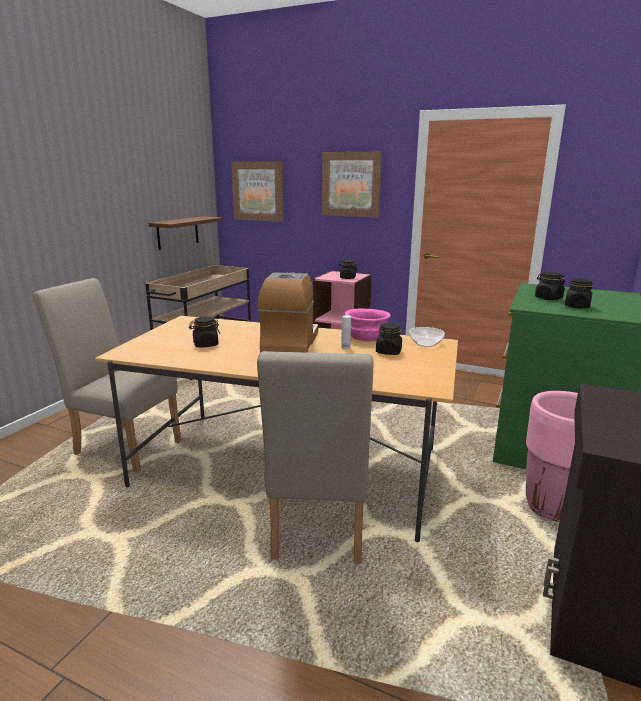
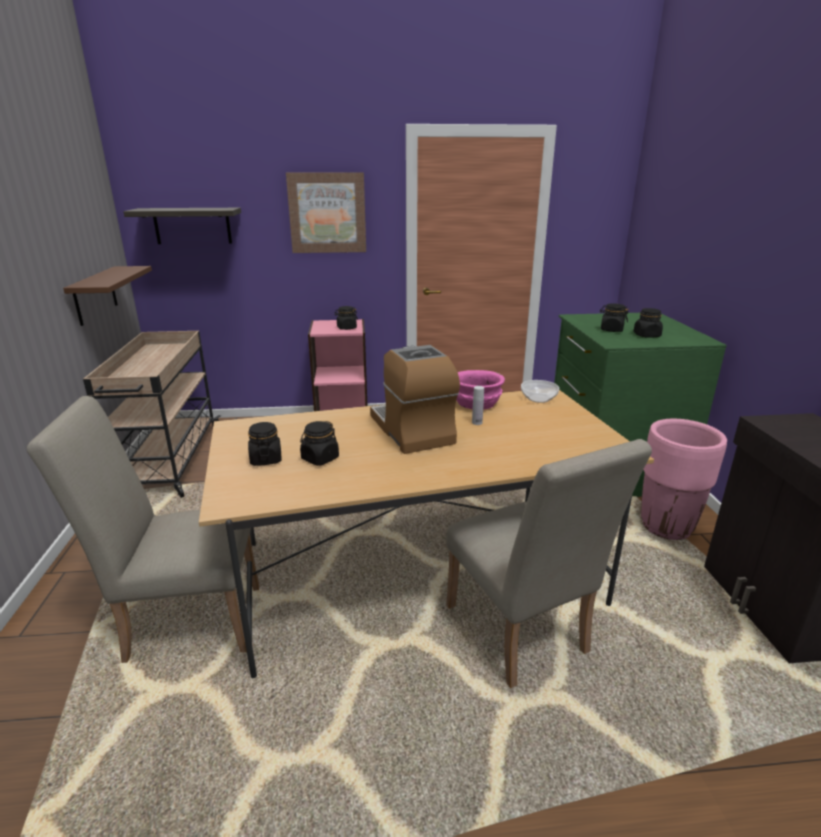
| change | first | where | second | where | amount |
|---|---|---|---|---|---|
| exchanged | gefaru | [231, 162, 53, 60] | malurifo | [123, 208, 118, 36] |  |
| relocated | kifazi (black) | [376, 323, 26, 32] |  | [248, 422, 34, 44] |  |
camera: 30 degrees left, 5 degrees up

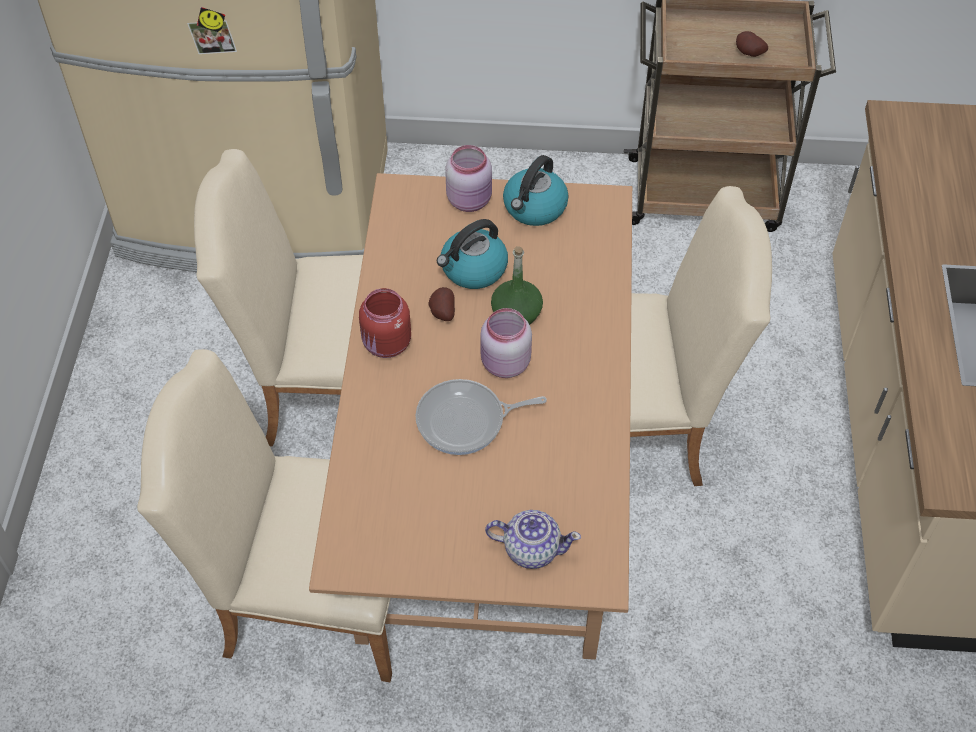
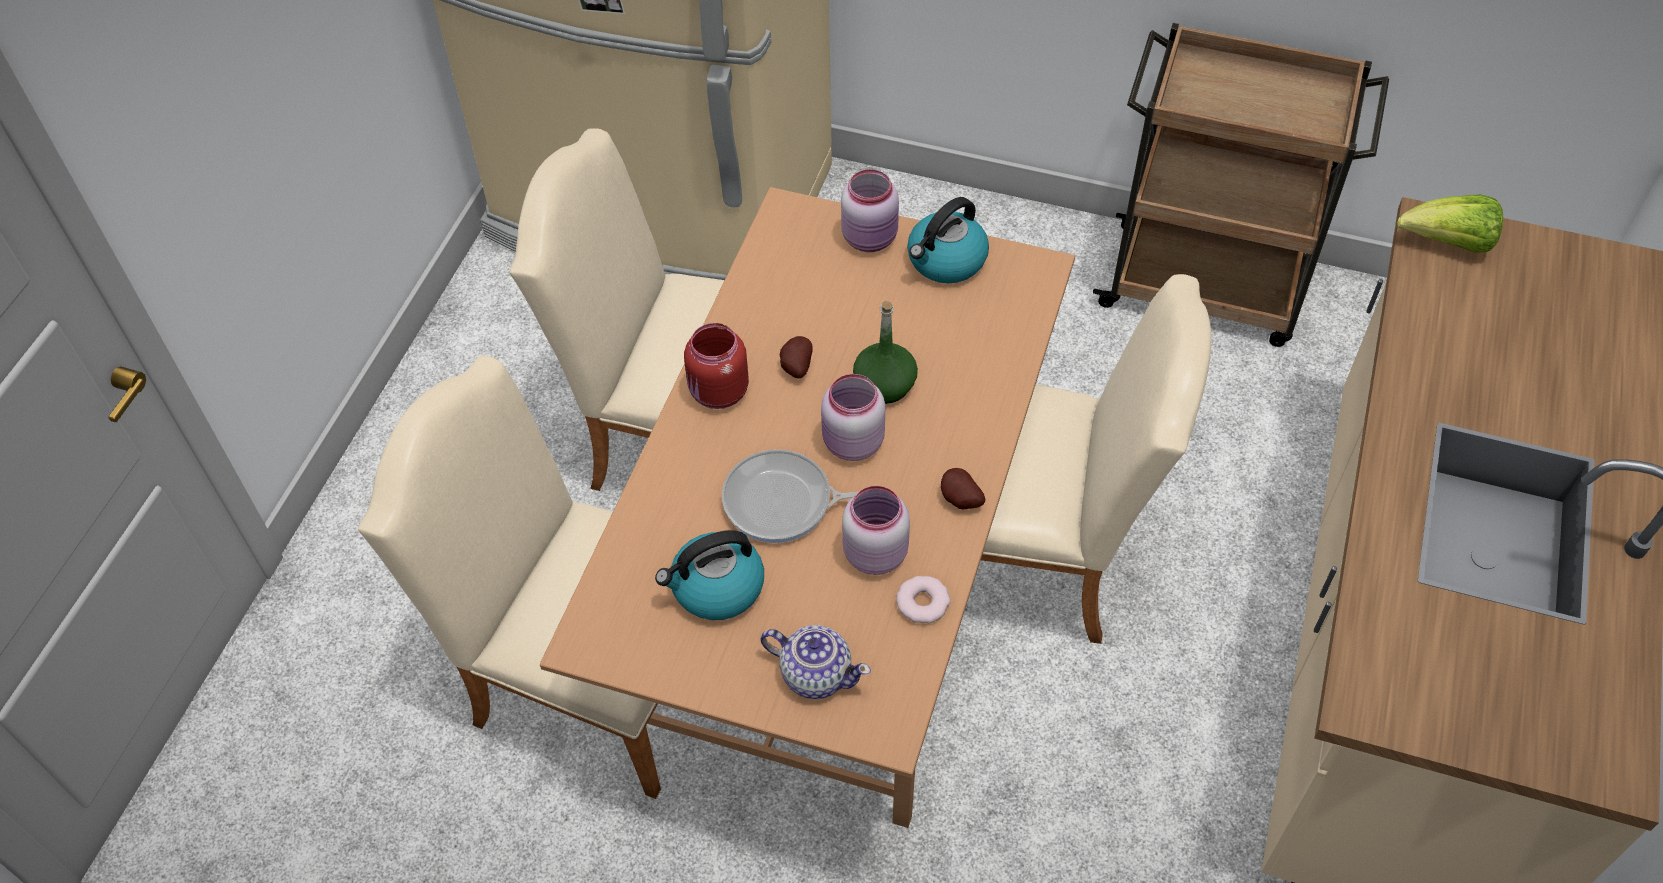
| change | first | where | second | where | amount |
|---|---|---|---|---|---|
| relocated | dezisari | [437, 219, 71, 70] |  | [655, 530, 109, 90] |  |
| relocated | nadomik | [736, 31, 32, 26] |  | [941, 468, 44, 41] |  |
| appeared |  |  | kifazi (pink) | [842, 486, 68, 89] |  |
| appeared |  |  | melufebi | [896, 576, 55, 47] |  |
| appeared |  |  | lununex | [1397, 194, 106, 59] |  |
camera: 15 degrees right, 0 degrees up

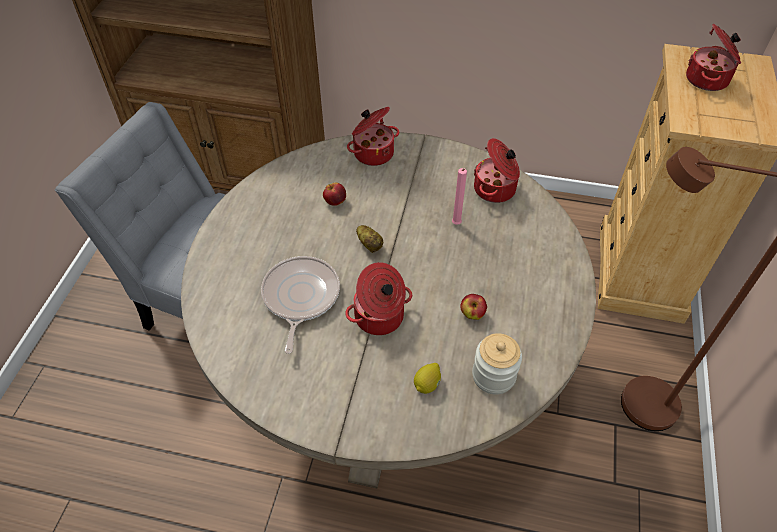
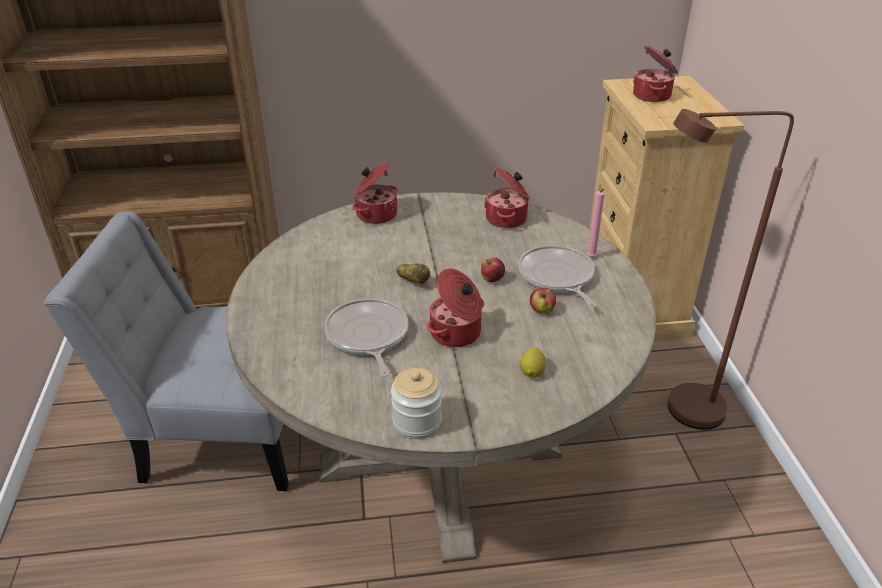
| change | first | where | second | where | amount |
|---|---|---|---|---|---|
| relocated | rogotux | [323, 183, 23, 23] |  | [481, 257, 24, 25] |  |
| relocated | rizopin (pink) | [452, 168, 15, 57] |  | [587, 189, 18, 68] |  |
| relocated | kifazi | [472, 333, 50, 61] |  | [391, 368, 51, 71] |  |
| appeared |  |  | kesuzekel | [518, 245, 78, 62] |  |
camera: 20 degrees left, 15 degrees down

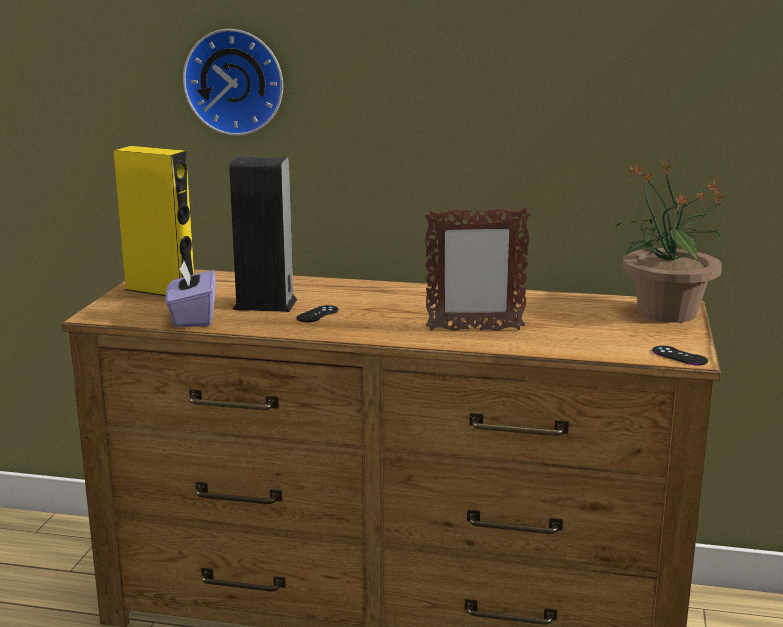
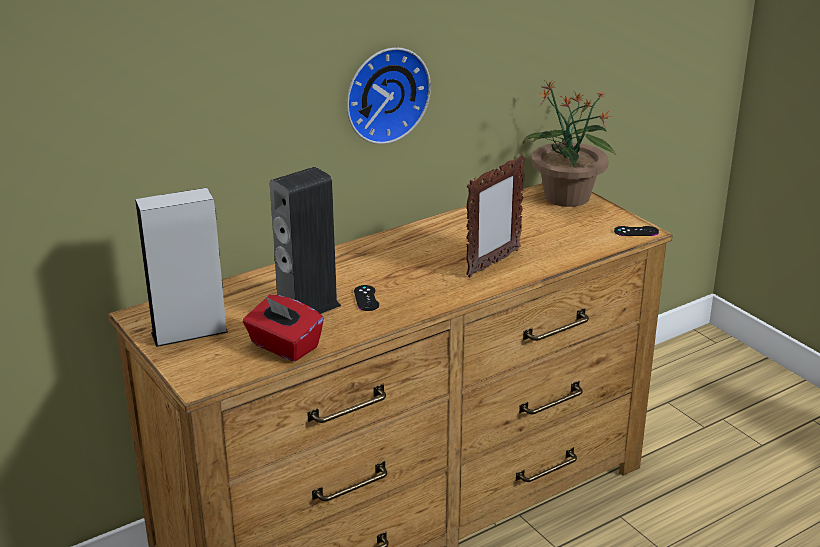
| change | first | where | second | where | amount |
|---|---|---|---|---|---|
| colour | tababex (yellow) | [114, 146, 80, 150] | tababex (grey) | [135, 188, 93, 159] |  |
| colour | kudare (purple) | [166, 260, 50, 67] | kudare (red) | [243, 295, 81, 67] |  |
| relocated | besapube | [183, 29, 100, 107] |  | [346, 47, 85, 97] |  |
camera: 45 degrees left, 10 degrees up

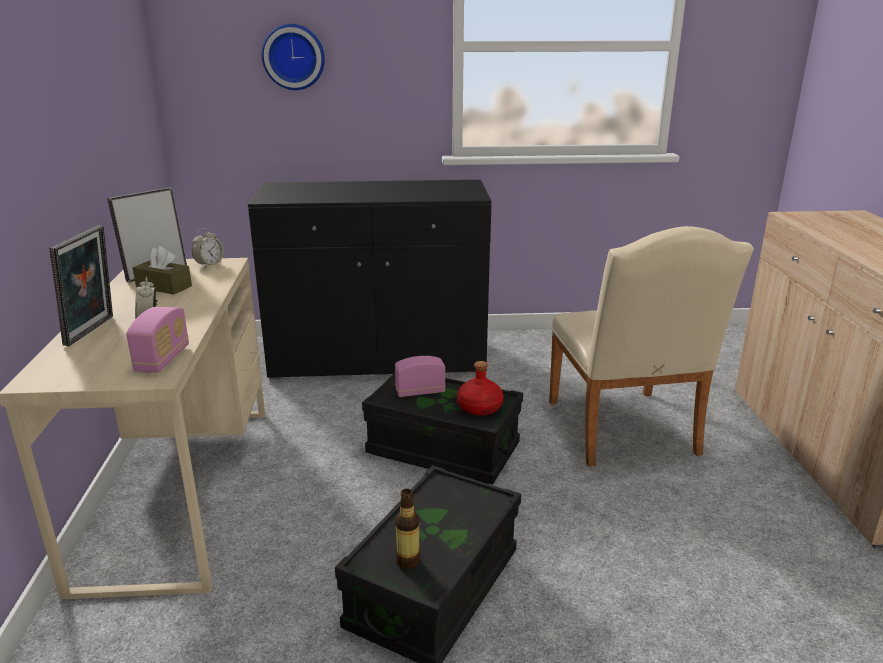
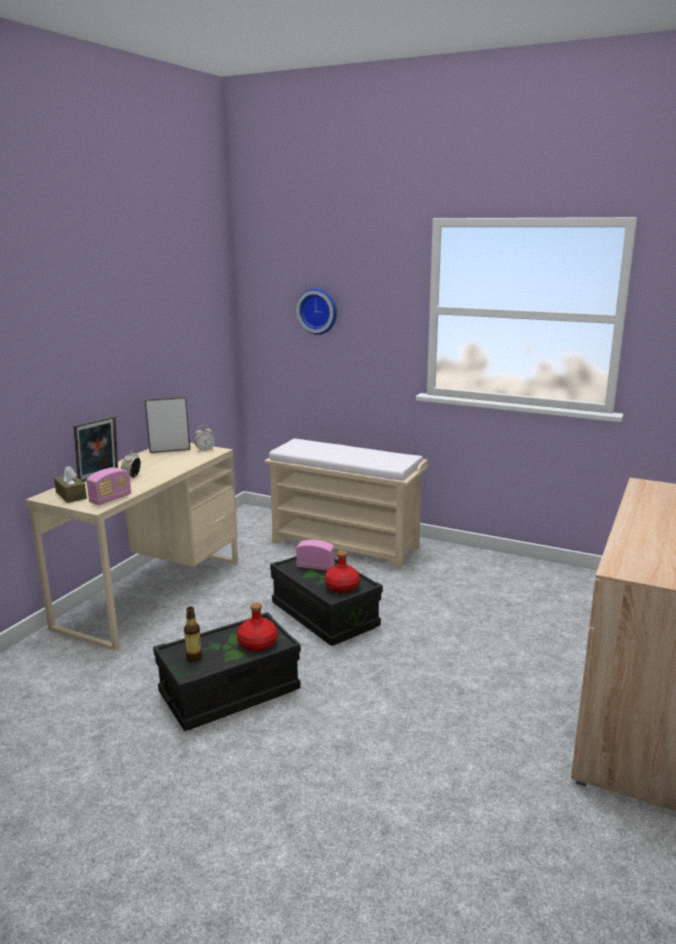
| change | first | where | second | where | amount |
|---|---|---|---|---|---|
| relocated | kudare (brown) | [133, 246, 59, 49] |  | [54, 466, 33, 37] |  |
| exchanged | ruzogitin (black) | [248, 180, 243, 199] | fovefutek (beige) | [264, 438, 164, 131] |  |
| missing | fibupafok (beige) | [549, 226, 205, 241] |  |  |  |
| appeared |  |  | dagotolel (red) | [237, 603, 41, 48] |  |
camera: 30 degrees right, 5 degrees down

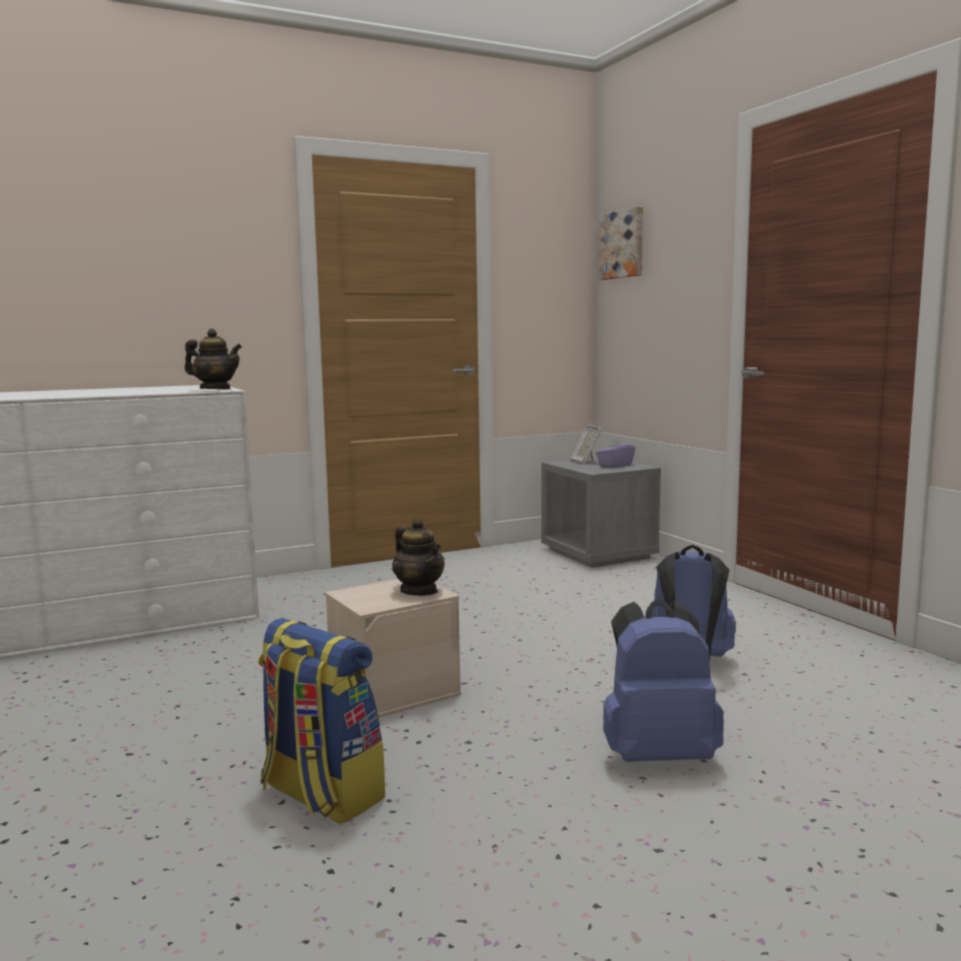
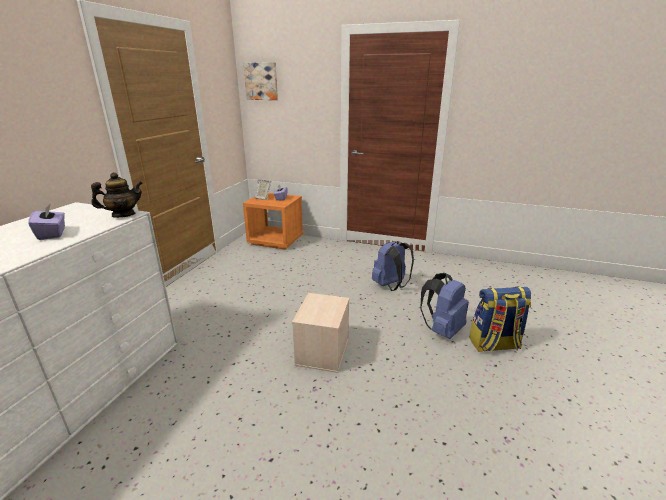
| change | first | where | second | where | amount |
|---|---|---|---|---|---|
| relocated | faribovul | [258, 618, 127, 206] |  | [469, 287, 62, 66] |  |
| missing | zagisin | [392, 518, 53, 78] |  |  |  |
| colour | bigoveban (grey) | [541, 457, 120, 111] | bigoveban (orange) | [243, 193, 60, 57] |  |
| appeared |  |  | kudare (purple) | [28, 203, 37, 37] |  |
camera: 45 degrees left, 15 degrees up

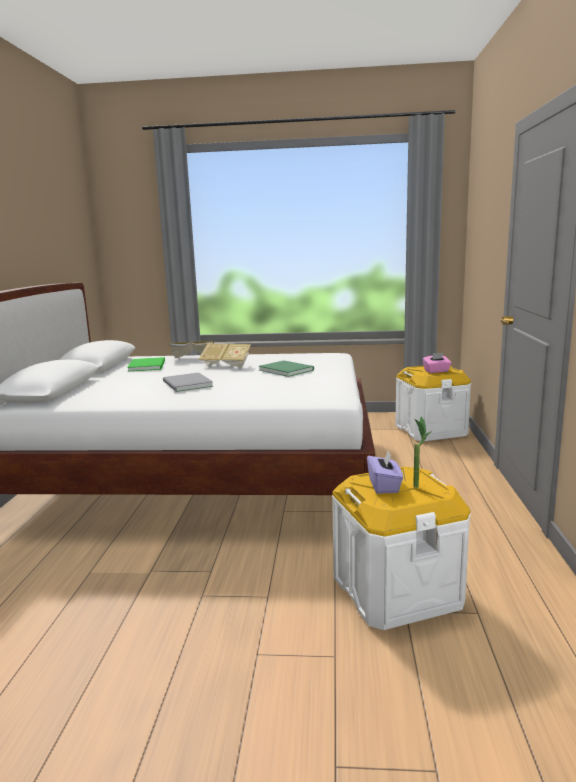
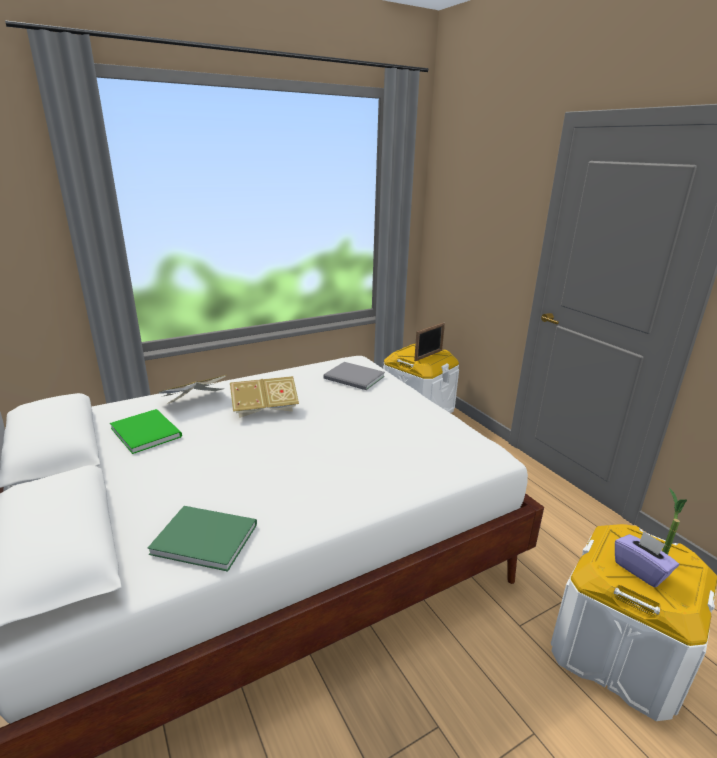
| change | first | where | second | where | amount |
|---|---|---|---|---|---|
| relocated | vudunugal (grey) | [163, 373, 50, 19] |  | [323, 362, 62, 28] |  |
| relocated | vudunugal (green) | [259, 360, 55, 17] |  | [148, 506, 109, 66] |  |
| exchanged | kudare (pink) | [422, 353, 29, 20] | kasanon | [414, 322, 31, 39] |  |
camera: 35 degrees left, 10 degrees up

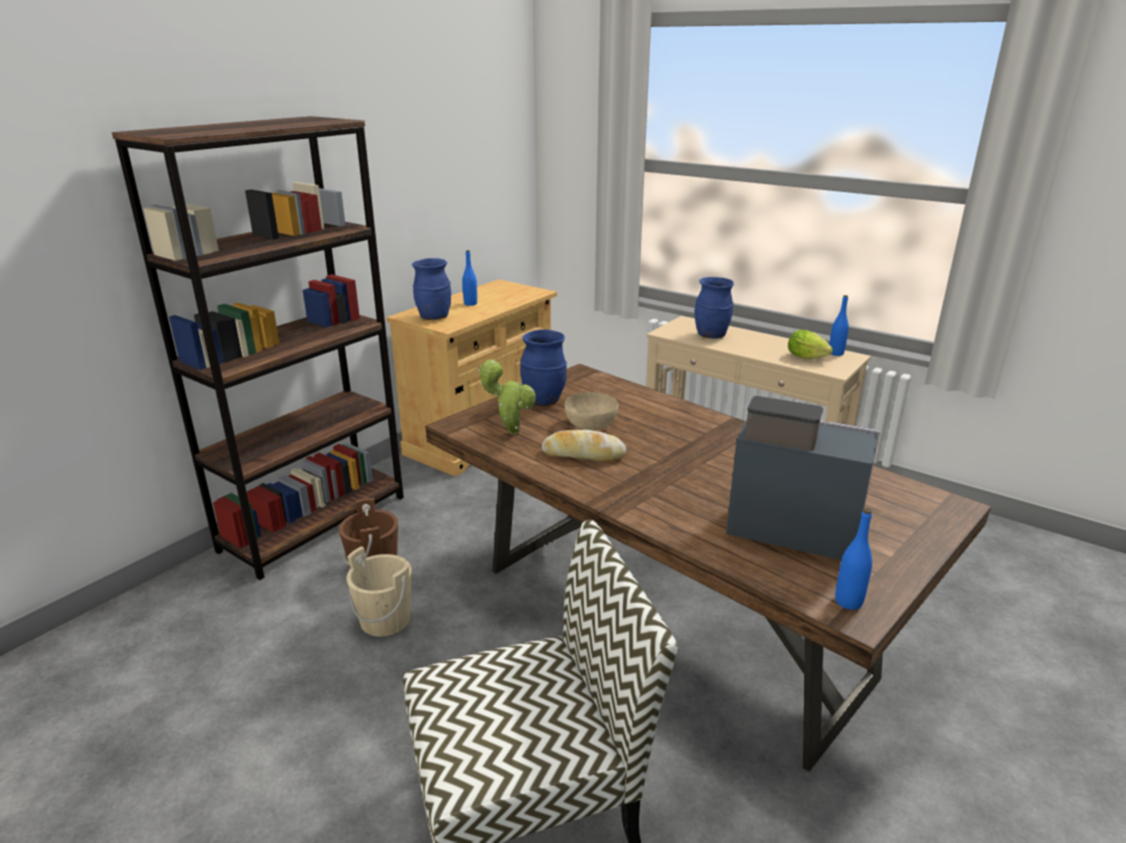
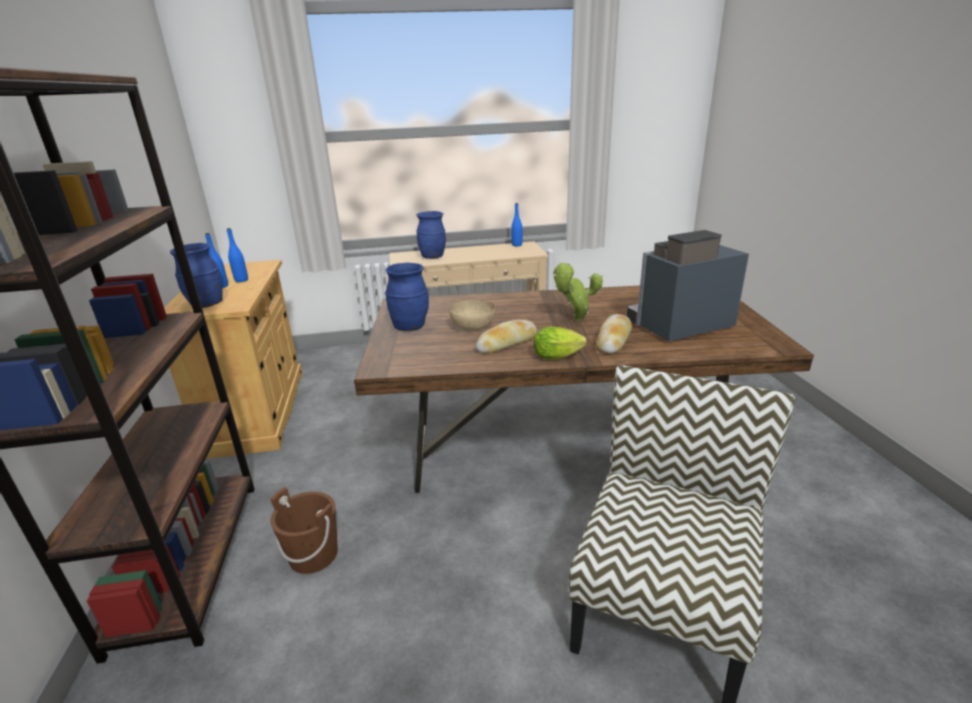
| change | first | where | second | where | amount |
|---|---|---|---|---|---|
| missing | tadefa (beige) | [347, 546, 65, 91] |  |  |  |
| relocated | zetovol | [478, 359, 58, 76] |  | [553, 263, 50, 58] |  |
| relocated | lununex | [788, 330, 45, 29] |  | [534, 327, 53, 32] |  |
| relocated | dagotolel (blue) | [835, 508, 37, 102] |  | [227, 228, 21, 54] |  |
| appeared |  |  | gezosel | [596, 314, 36, 40] |  |
camera: 45 degrees left, 0 degrees up

